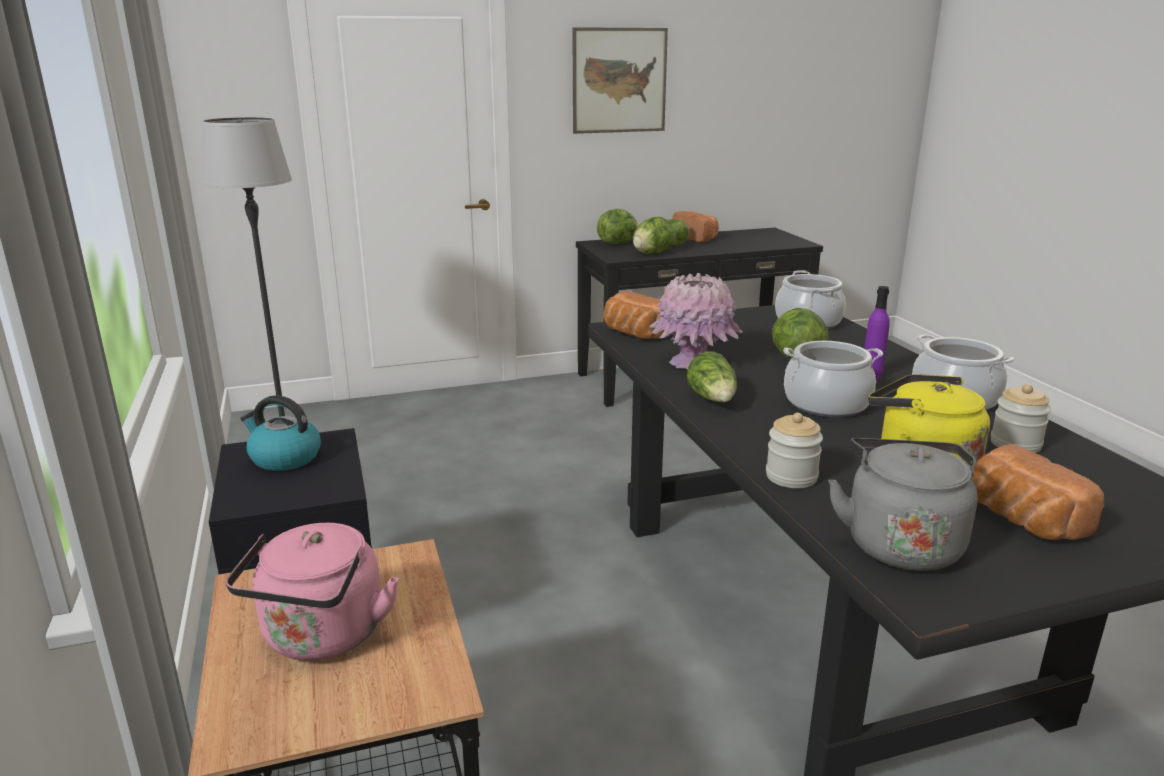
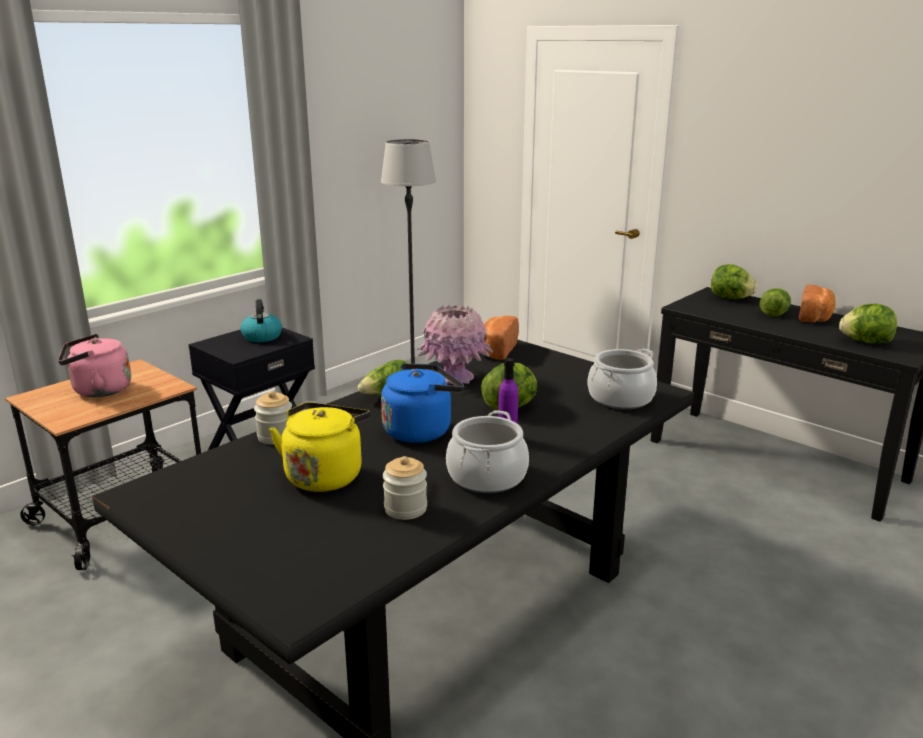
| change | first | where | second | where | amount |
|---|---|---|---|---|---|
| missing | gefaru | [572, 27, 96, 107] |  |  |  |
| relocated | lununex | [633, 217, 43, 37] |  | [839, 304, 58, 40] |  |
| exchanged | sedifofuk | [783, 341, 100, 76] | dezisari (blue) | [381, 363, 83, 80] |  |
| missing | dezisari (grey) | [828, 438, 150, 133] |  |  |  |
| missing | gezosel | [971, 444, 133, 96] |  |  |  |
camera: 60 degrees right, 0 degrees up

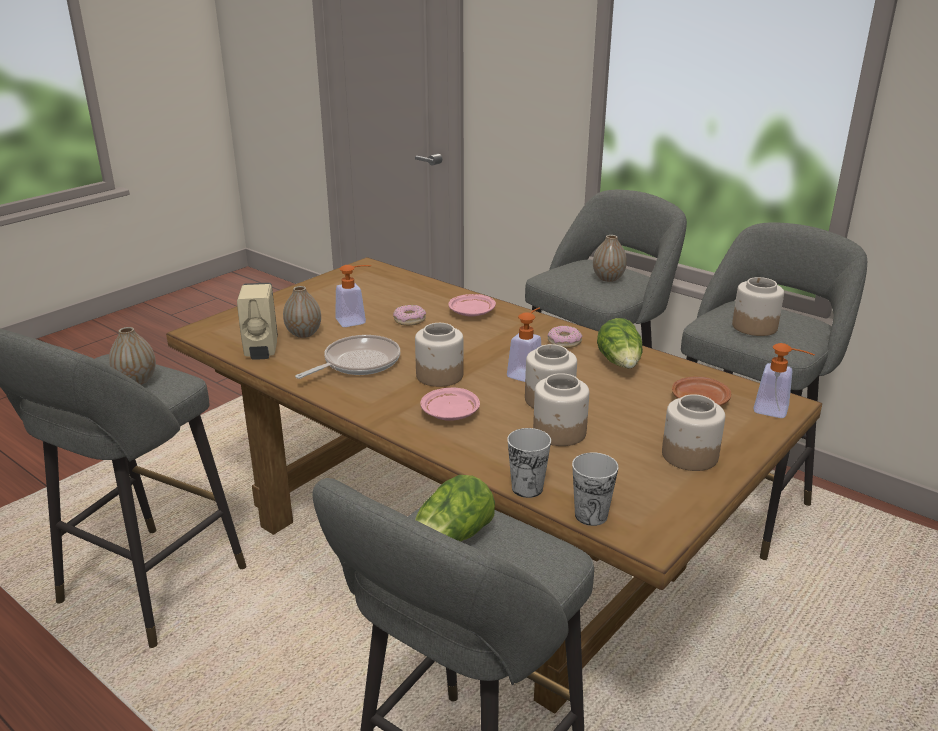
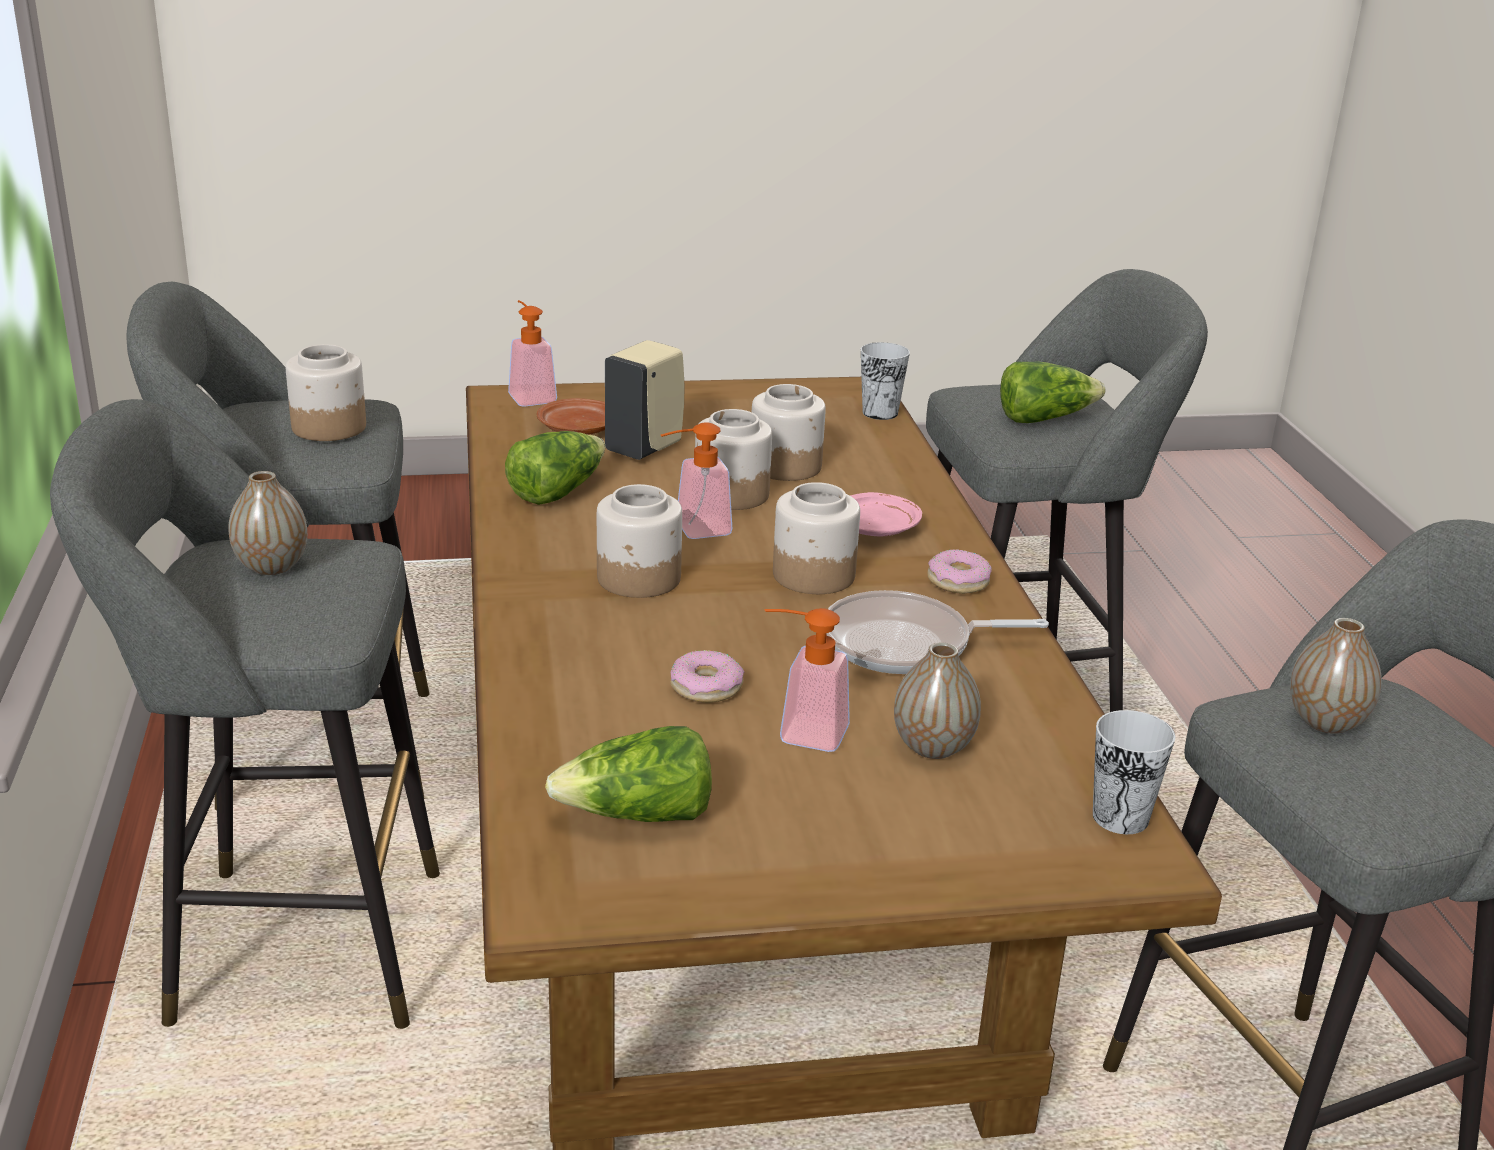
| change | first | where | second | where | amount |
|---|---|---|---|---|---|
| relocated | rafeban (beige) | [237, 283, 41, 77] |  | [605, 340, 80, 120] |  |
| missing | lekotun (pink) | [449, 294, 47, 23] |  |  |  |
| relocated | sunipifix | [507, 428, 44, 70] |  | [1093, 710, 82, 124] |  |
| relocated | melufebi | [548, 326, 35, 22] |  | [928, 549, 64, 45] |  |
| relocated | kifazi | [662, 394, 63, 77] |  | [597, 484, 85, 114] |  |
| appeared |  |  | lununex | [545, 726, 167, 96] |  |
camera: 140 degrees left, 0 degrees up

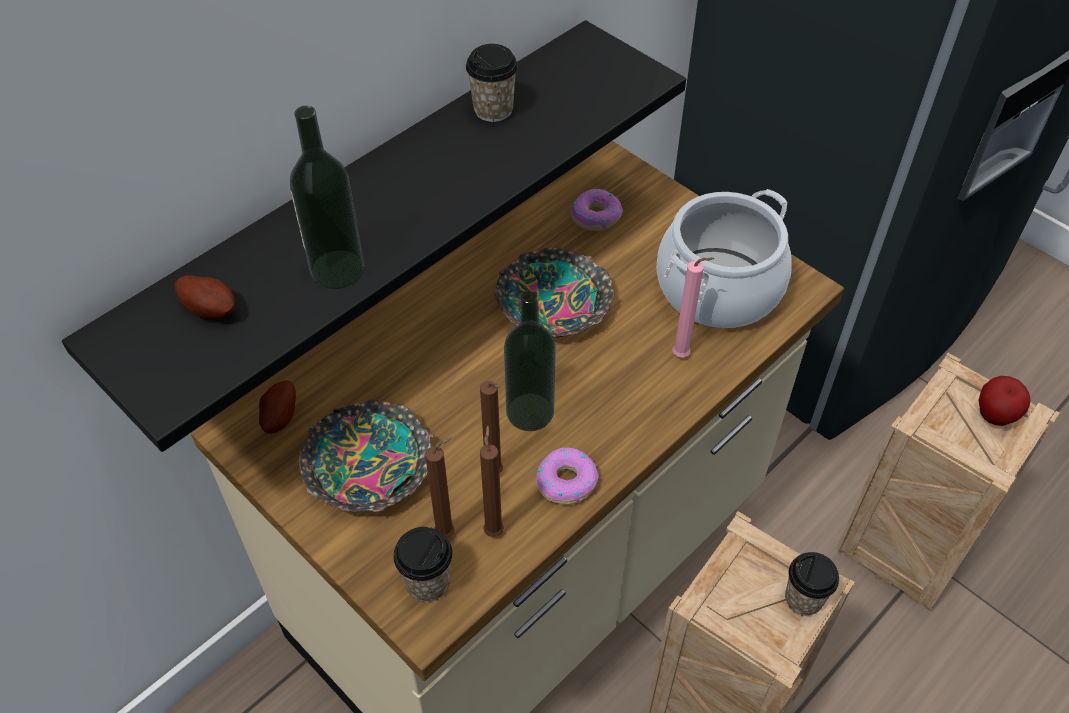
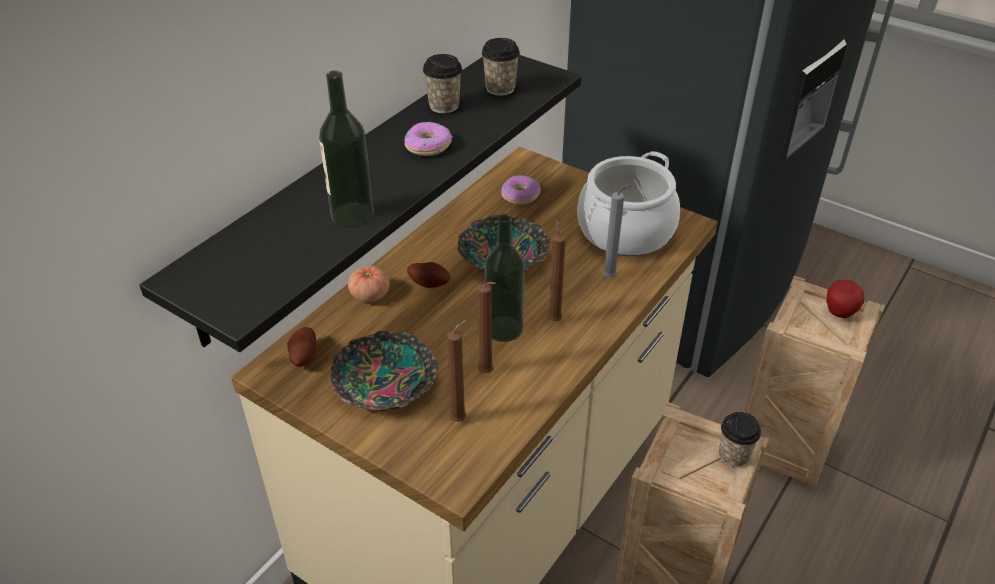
| change | first | where | second | where | amount |
|---|---|---|---|---|---|
| relocated | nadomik | [175, 275, 60, 43] |  | [407, 262, 43, 26] |  |
| relocated | sunipifix | [393, 527, 60, 75] |  | [482, 38, 38, 58] |  |
| relocated | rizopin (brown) | [480, 426, 24, 111] |  | [548, 219, 18, 102] |  |
| relocated | melufebi | [536, 447, 63, 58] |  | [404, 122, 48, 34] |  |
| colour | rizopin (pink) | [673, 257, 42, 101] | rizopin (grey) | [603, 185, 29, 93] |  |
| appeared |  |  | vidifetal | [348, 266, 42, 36] |  |
camera: 10 degrees left, 10 degrees down

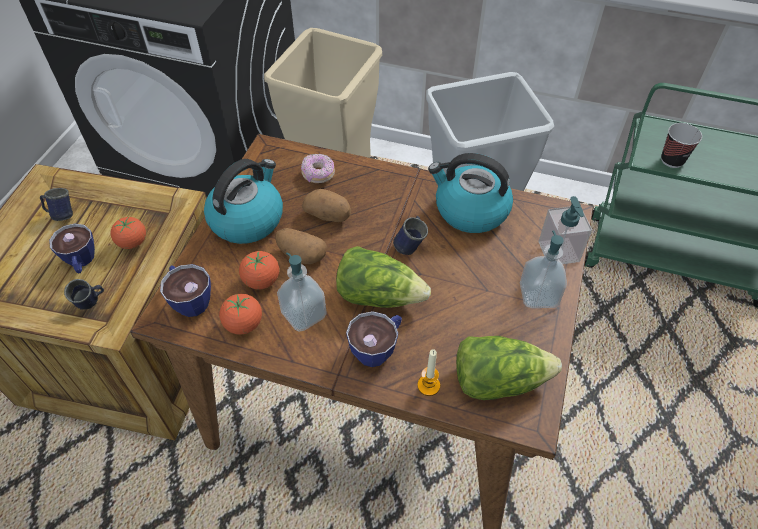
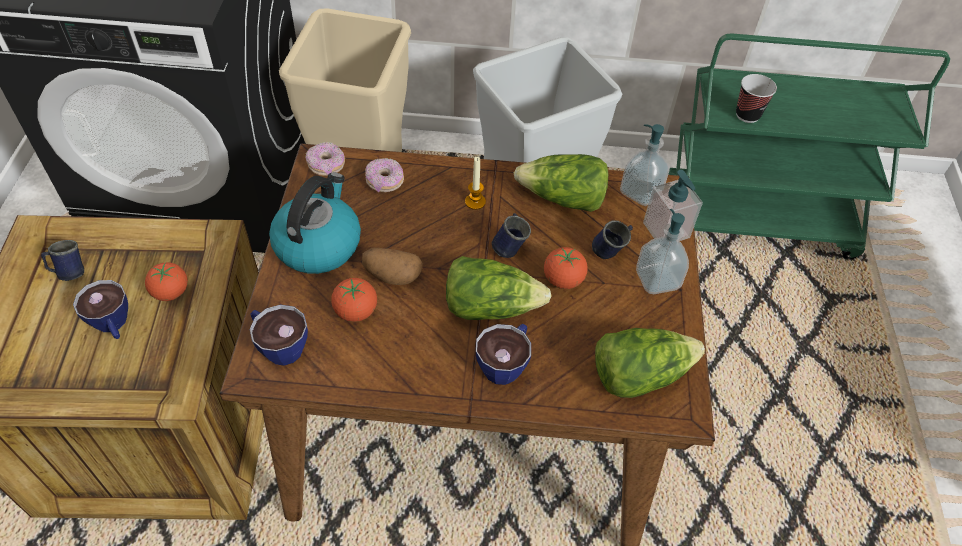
| change | first | where | second | where | amount |
|---|---|---|---|---|---|
| relocated | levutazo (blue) | [64, 279, 40, 31] |  | [592, 220, 41, 39] |  |
| relocated | vidifetal | [219, 294, 43, 40] |  | [544, 247, 44, 42] |  |
| relocated | rafeban | [277, 252, 50, 80] |  | [620, 124, 50, 82] |  |
| missing | nadomik | [302, 189, 49, 33] |  |  |  |
| relocated | rizopin | [417, 349, 23, 47] |  | [465, 157, 21, 53] |  |
| exchanged | dezisari | [428, 153, 85, 80] | lununex | [514, 154, 95, 58] |  |
| appeared |  |  | melufebi | [305, 142, 40, 34] |  |
camera: 15 degrees left, 0 degrees up

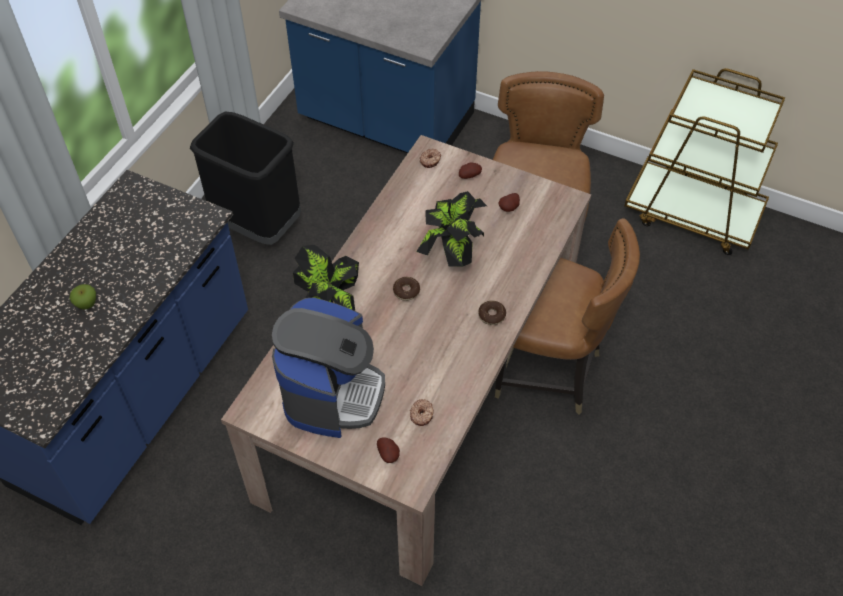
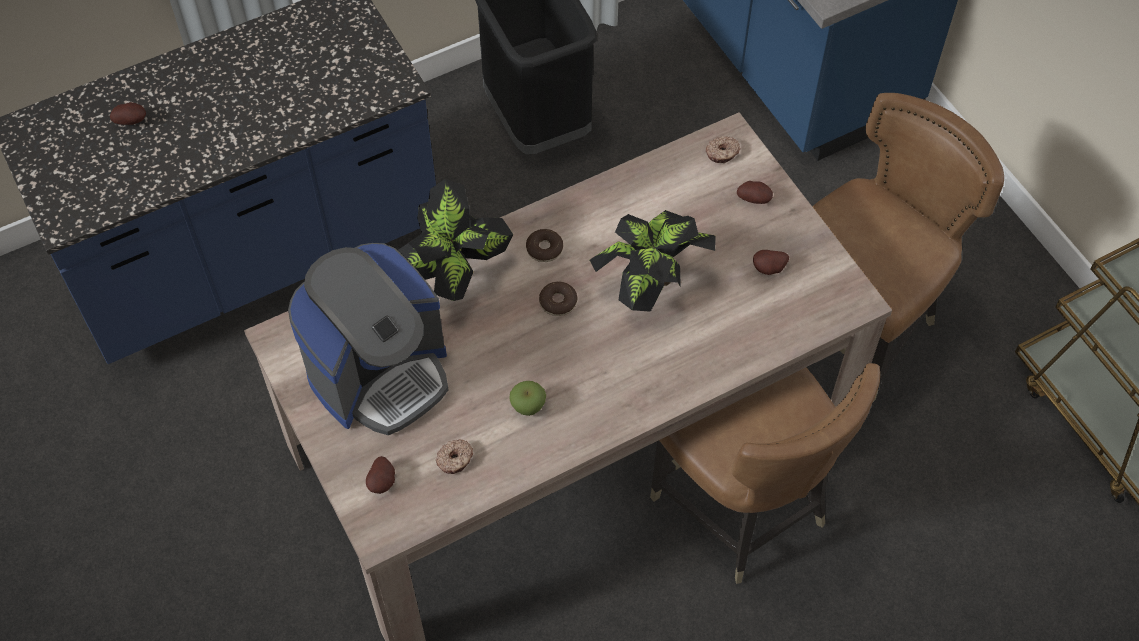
| change | first | where | second | where | amount |
|---|---|---|---|---|---|
| relocated | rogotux | [69, 284, 27, 25] |  | [509, 381, 37, 35] |  |
| relocated | melufebi | [478, 301, 28, 24] |  | [526, 229, 37, 33] |  |
| appeared |  |  | nadomik | [110, 102, 36, 23] |  |
camera: 35 degrees right, 5 degrees up

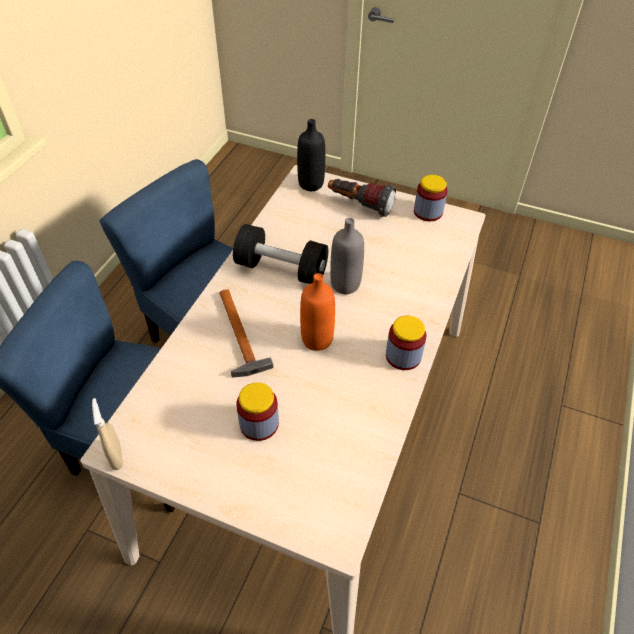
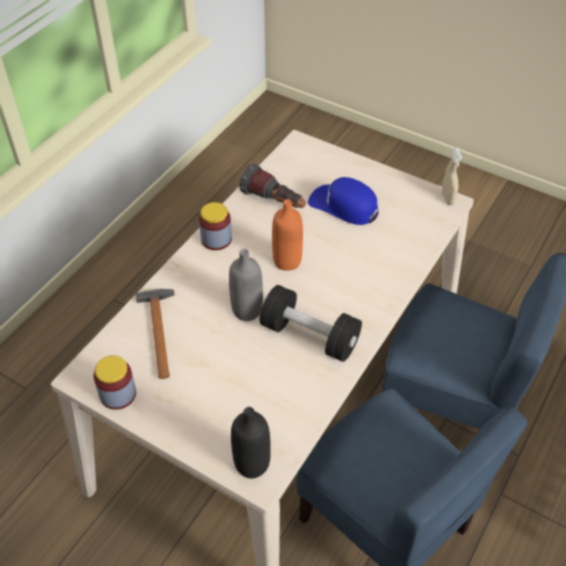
| change | first | where | second | where | amount |
|---|---|---|---|---|---|
| relocated | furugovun | [219, 289, 54, 89] |  | [135, 289, 40, 90] |  |
| exchanged | kifazi | [236, 382, 43, 59] | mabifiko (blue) | [308, 177, 71, 48] |  |
| relocated | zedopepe | [328, 179, 68, 38] |  | [239, 164, 67, 44] |  |
camera: 170 degrees left, 0 degrees up

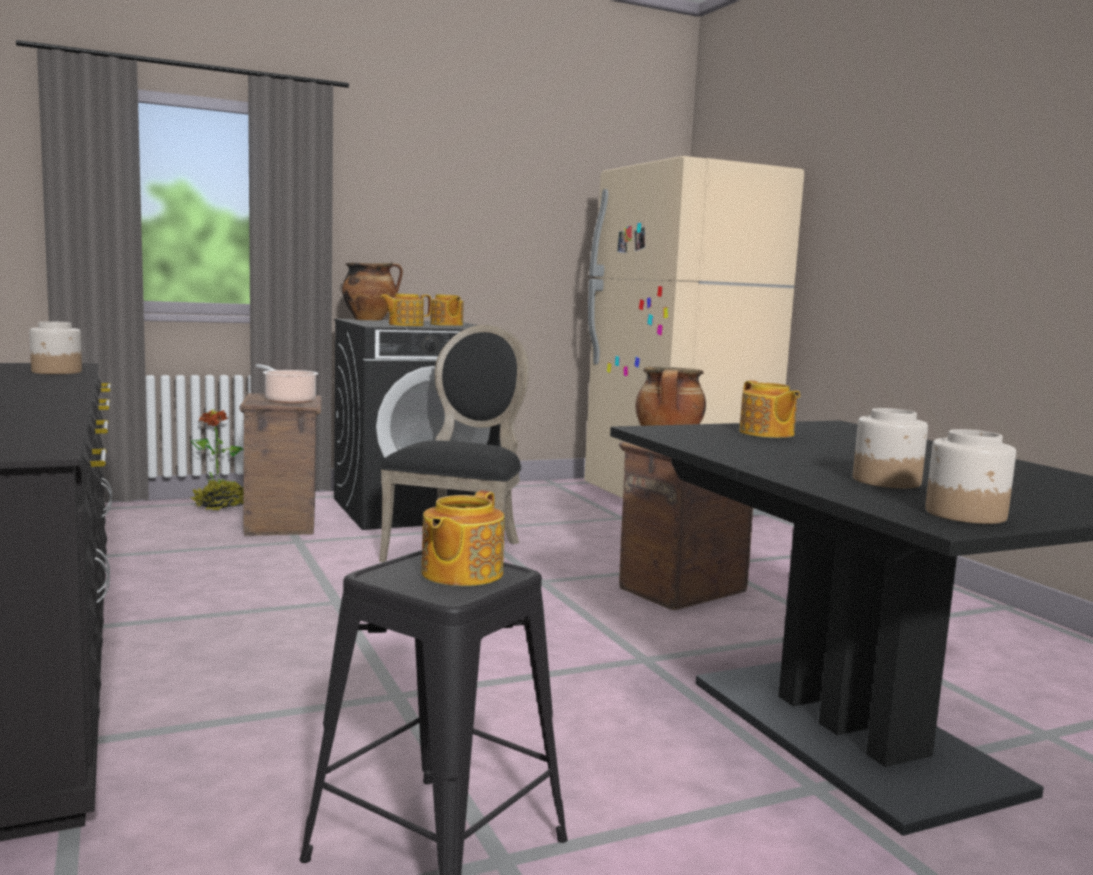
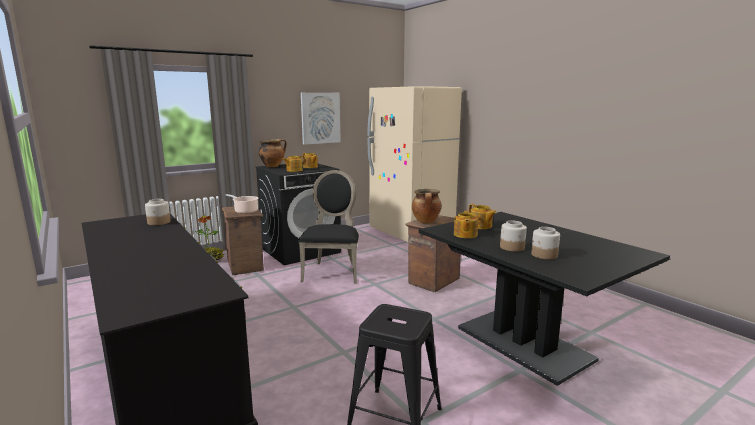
| change | first | where | second | where | amount |
|---|---|---|---|---|---|
| relocated | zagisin | [421, 490, 83, 96] |  | [454, 210, 24, 28] |  |
| relocated | kifazi | [925, 429, 91, 95] |  | [500, 221, 27, 31] |  |
| appeared |  |  | gefaru | [301, 93, 40, 52] |  |
camera: 10 degrees left, 5 degrees up

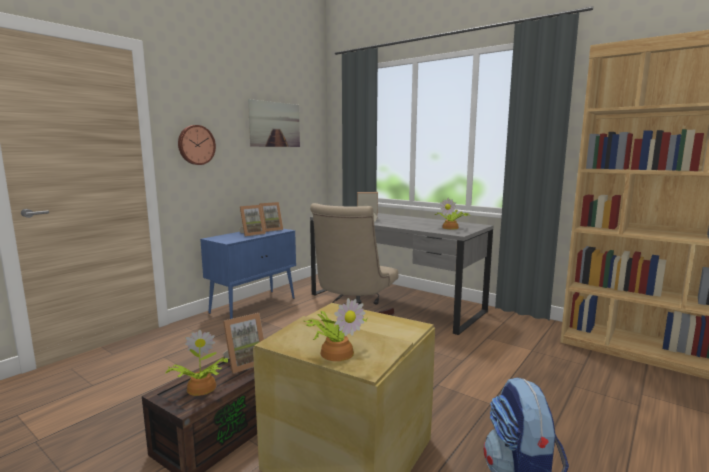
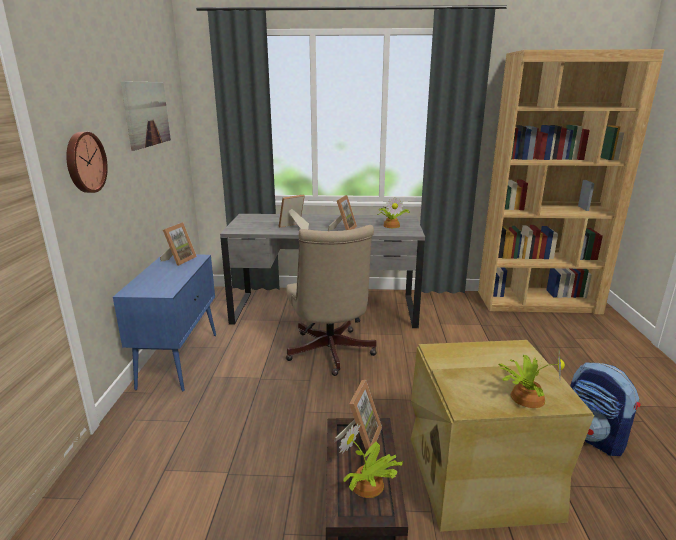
| change | first | where | second | where | amount |
|---|---|---|---|---|---|
| relocated | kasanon | [239, 205, 27, 31] |  | [328, 195, 29, 36] |  |
camera: 35 degrees left, 10 degrees up

